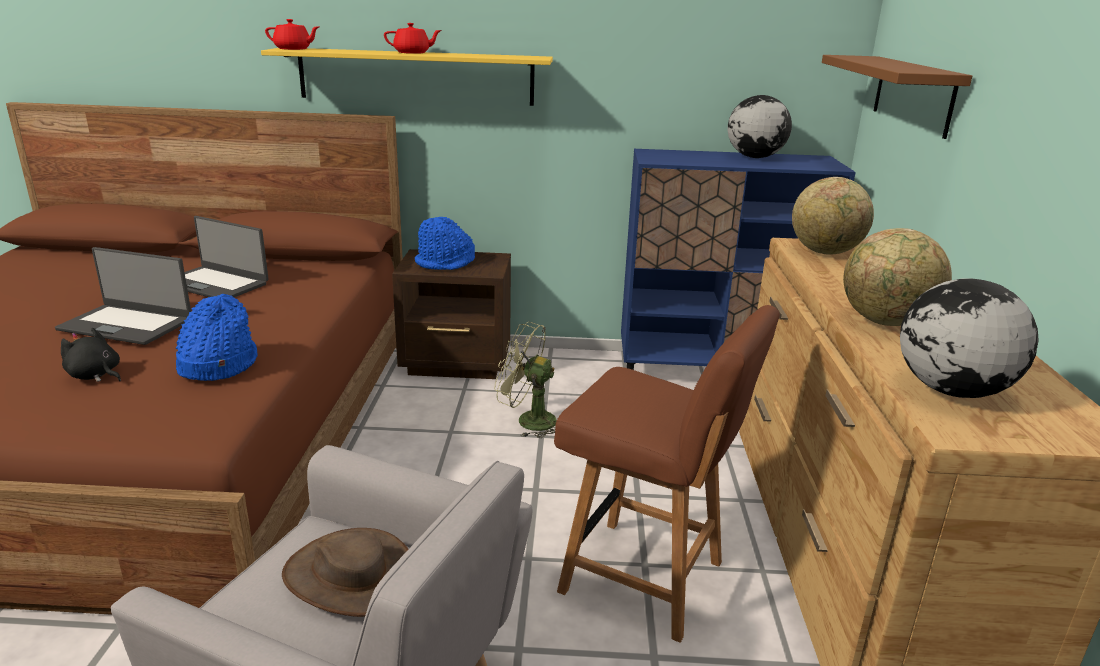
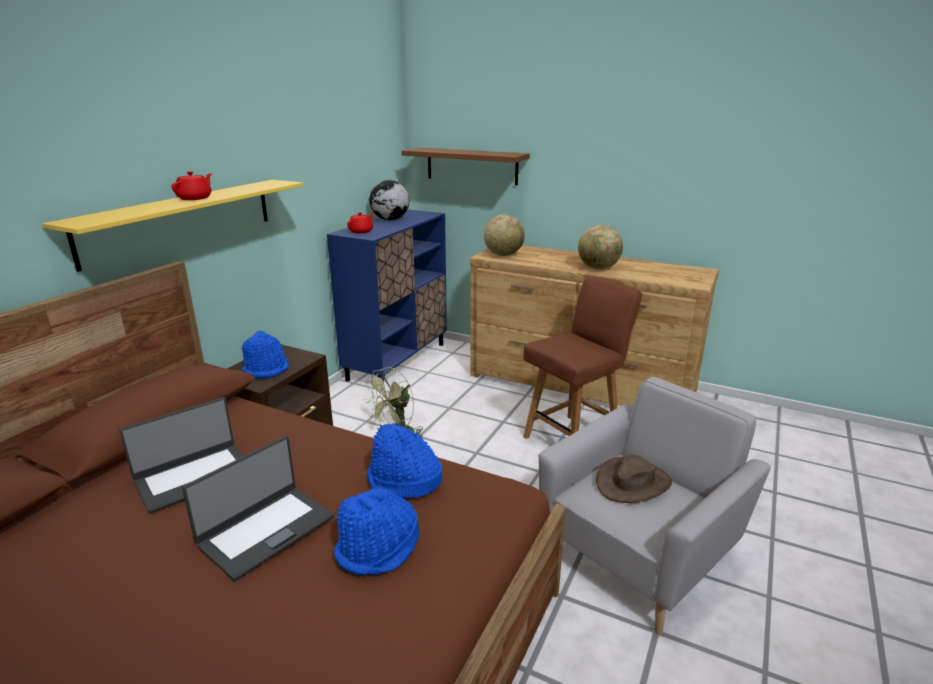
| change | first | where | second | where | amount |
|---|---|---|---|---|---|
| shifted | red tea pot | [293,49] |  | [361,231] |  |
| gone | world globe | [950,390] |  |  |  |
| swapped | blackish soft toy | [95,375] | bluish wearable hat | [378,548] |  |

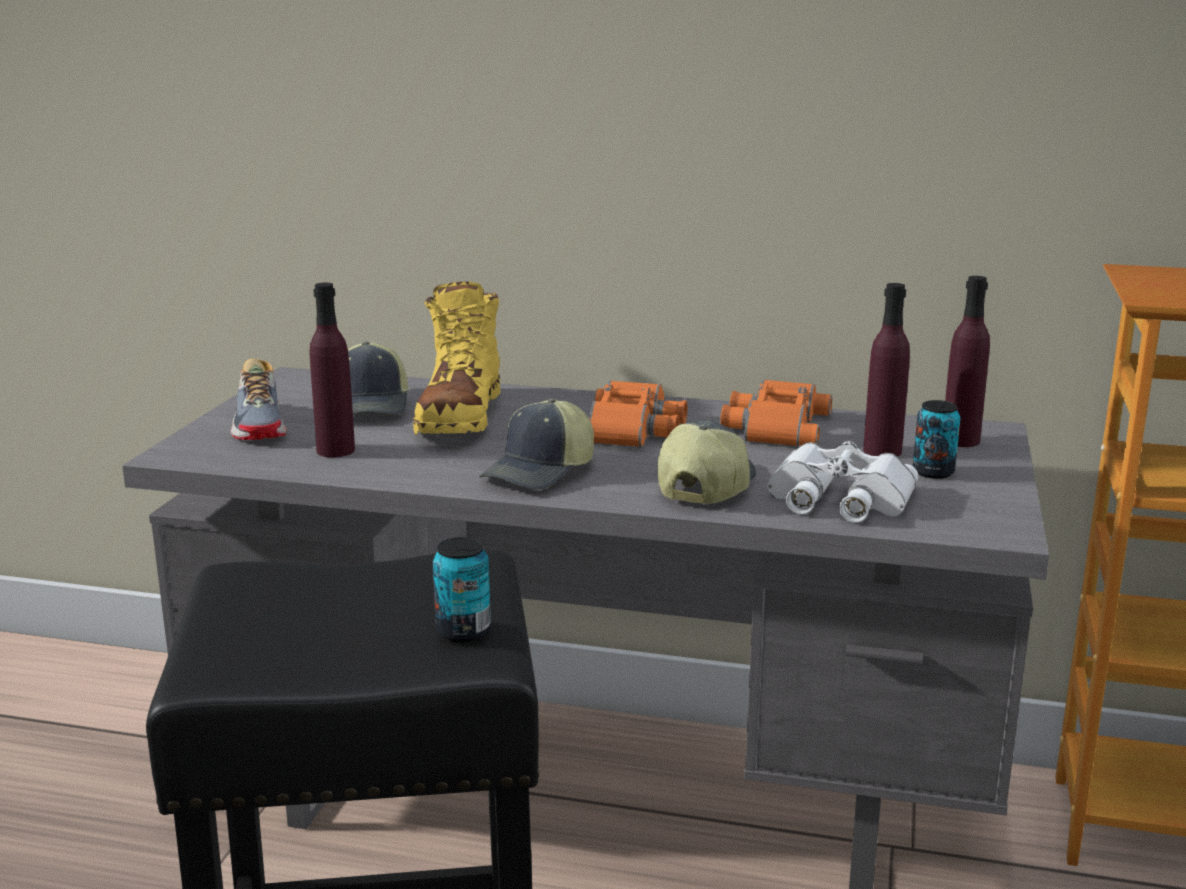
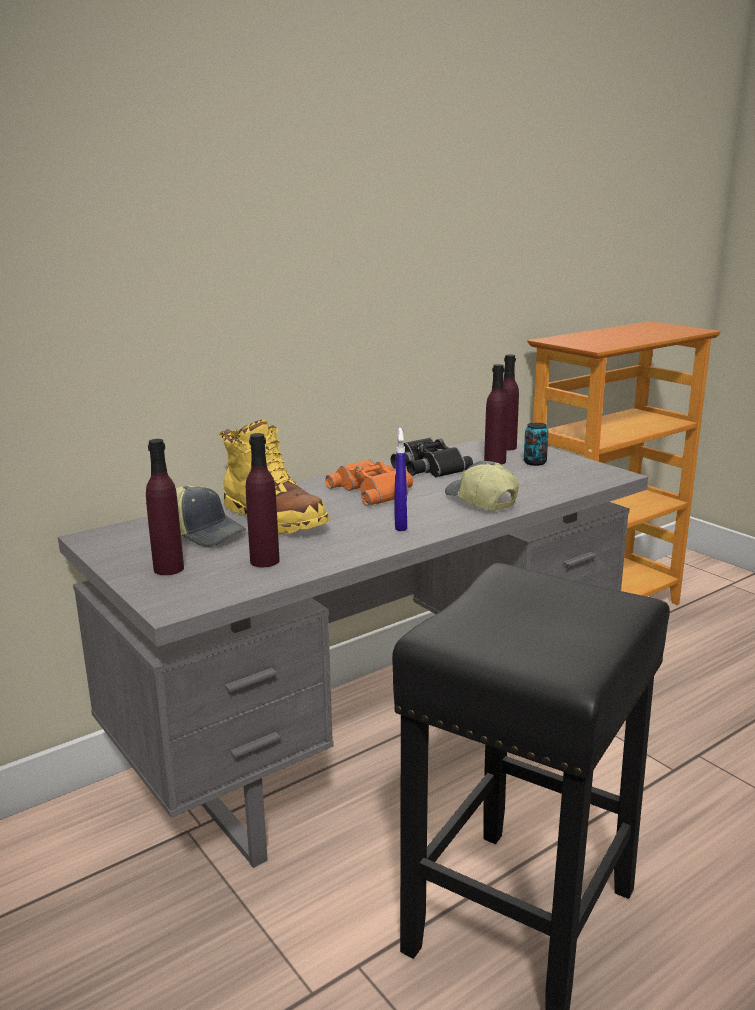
| change | first | where | second | where | amount |
|---|---|---|---|---|---|
| swapped | item of footwear | [261,424] | purplish bottle | [168,569] |  |
| repainted | orange-coloured field glasses | [774,426] | blackish field glasses | [426,467] |  |
| swapped | baseball cap | [541,472] | bluish sprayer | [400,525] |  |
| gone | white-coloured field glasses | [838,499] |  |  |  |
| gone | can | [463,631] |  |  |  |

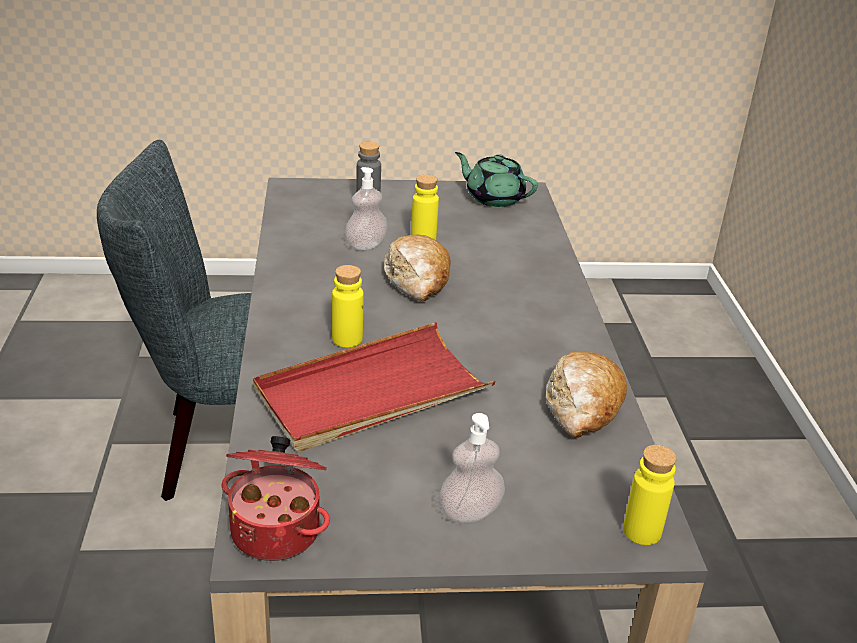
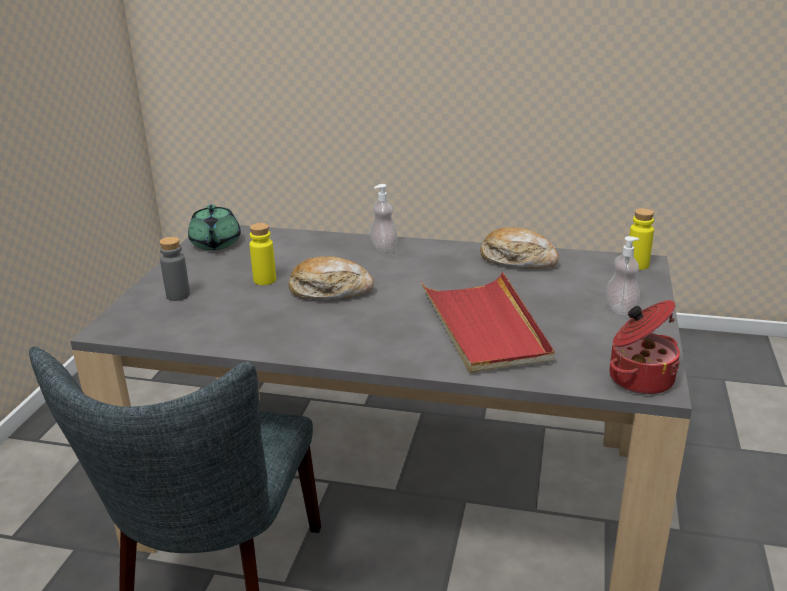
| change | first | where | second | where | amount |
|---|---|---|---|---|---|
| rotated | greenish tea pot | [493,198] |  | [215,244] | 60 degrees counterclockwise |
| shifted | soap bottle | [366,245] |  | [384,248] |  |
| gone | yellowish bottle | [347,339] |  |  |  |

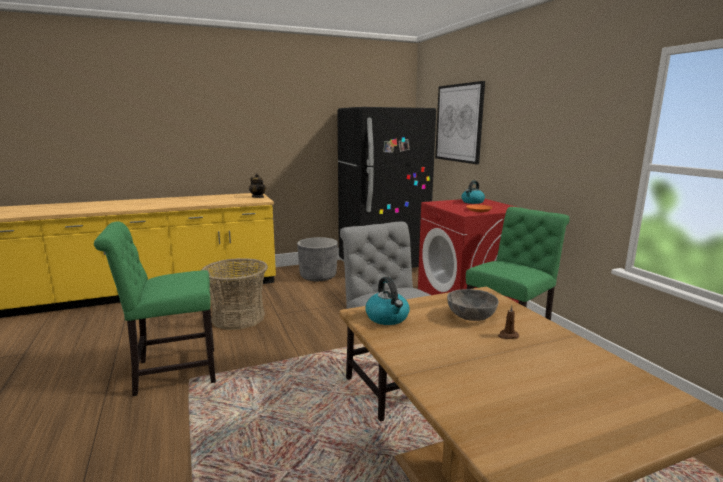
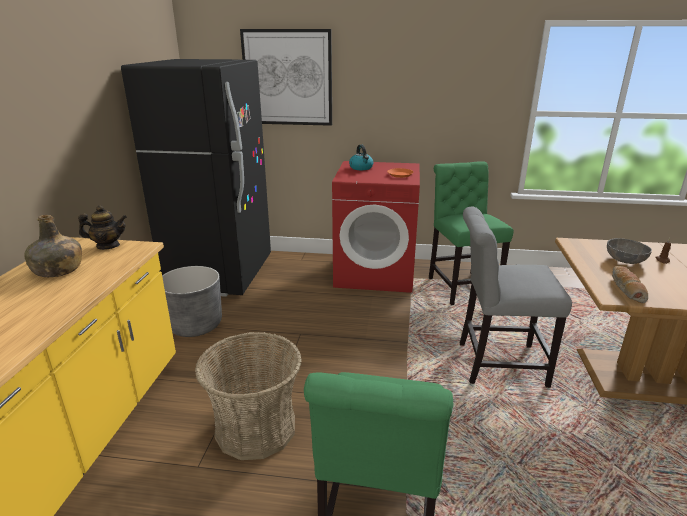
| change | first | where | second | where | amount |
|---|---|---|---|---|---|
| swapped | kettle | [387,318] | bread | [626,289] |  |
| new |  |  | greenish bottle | [58,270] |  |

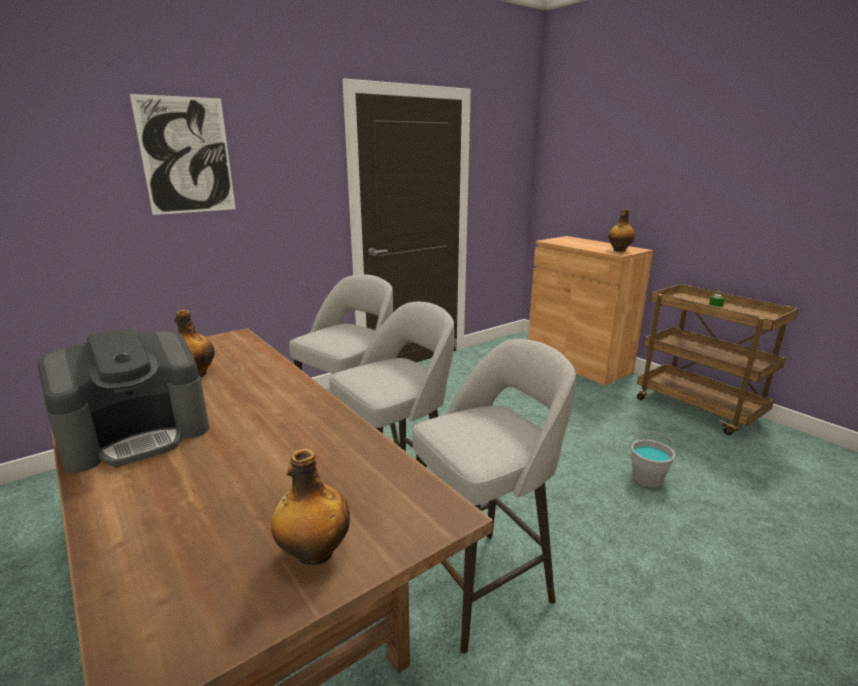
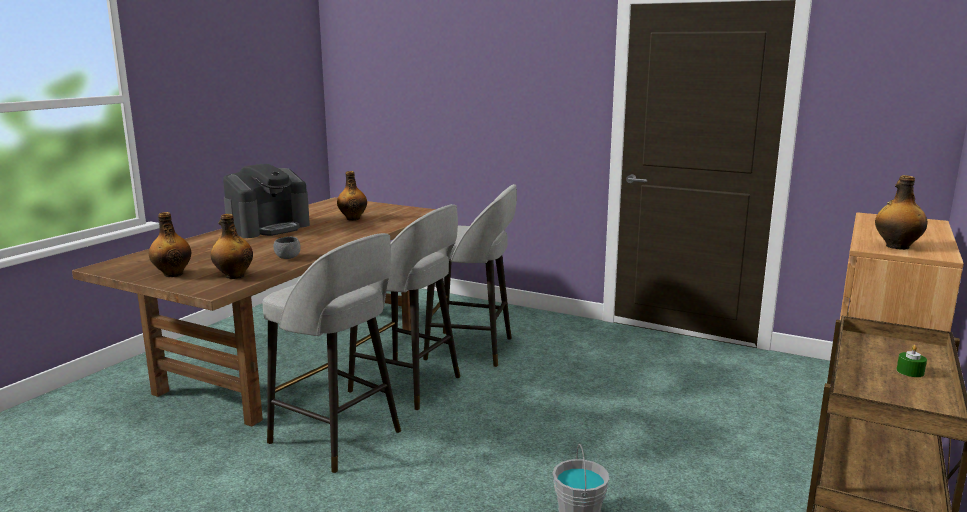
| change | first | where | second | where | amount |
|---|---|---|---|---|---|
| gone | picture | [186,156] |  |  |  |
| rotated | coffee machine | [138,435] |  | [268,228] | 75 degrees counterclockwise |
| new |  |  | bottle | [234,276] |  |
| new |  |  | grey bowl | [287,257] |  |

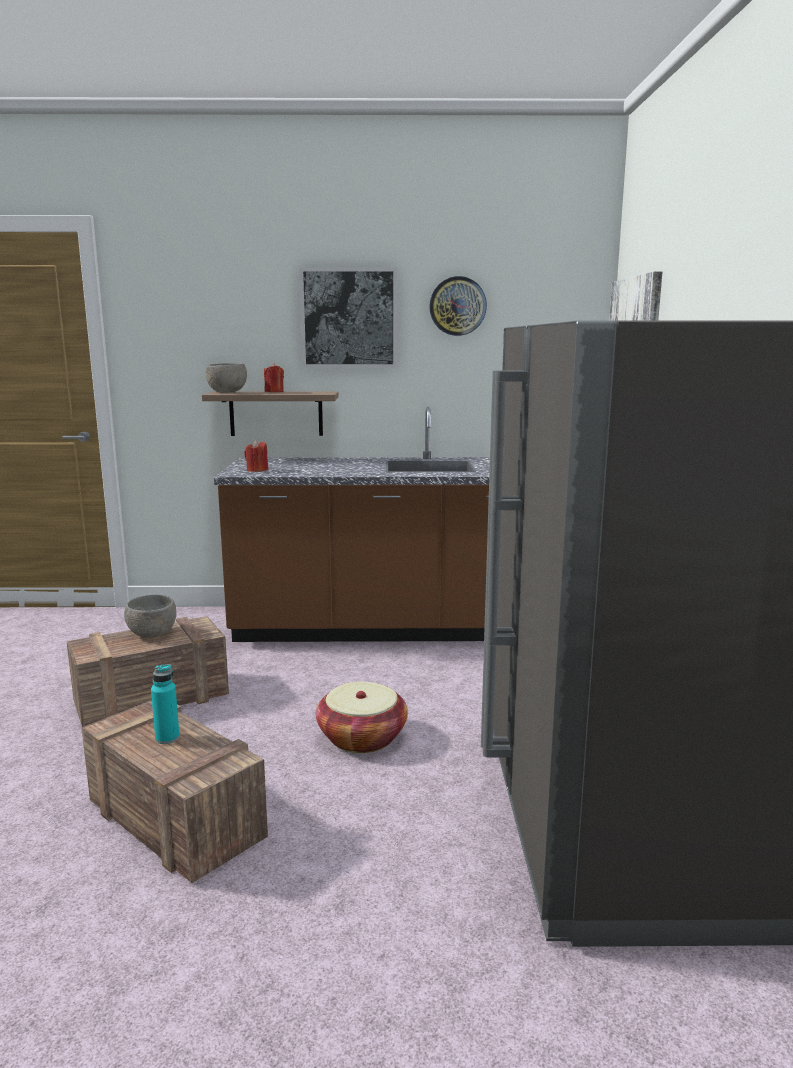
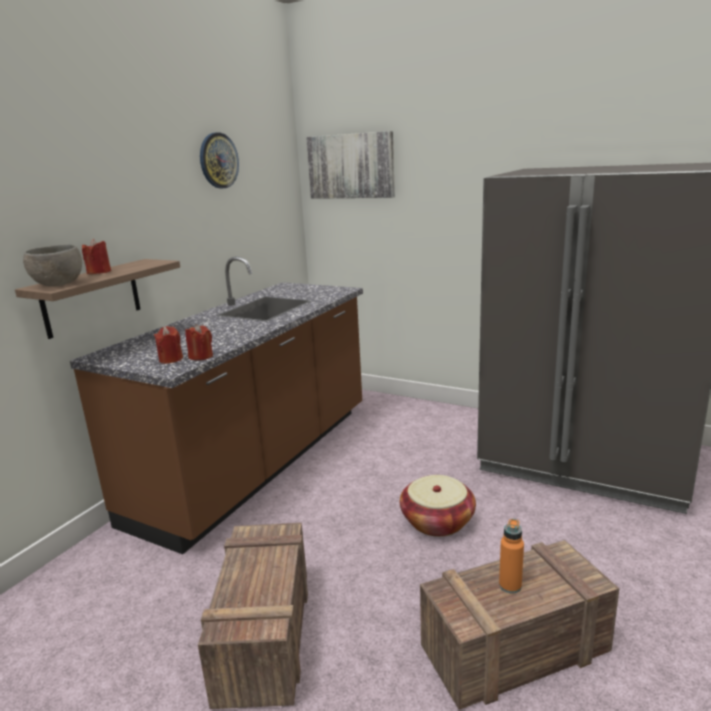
| change | first | where | second | where | amount |
|---|---|---|---|---|---|
| gone | picture | [349,318] |  |  |  |
| gone | grey bowl | [151,634] |  |  |  |
| repainted | turquoise bottle | [167,738] | orange-coloured bottle | [510,585] |  |
| new |  |  | red wax candle | [201,356] |  |

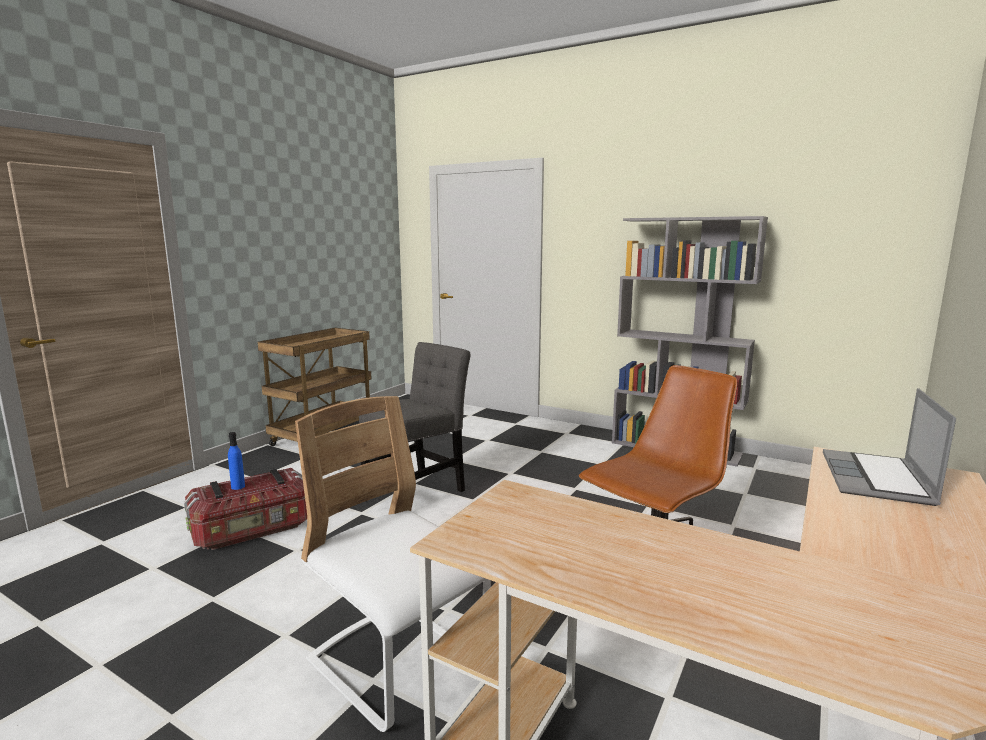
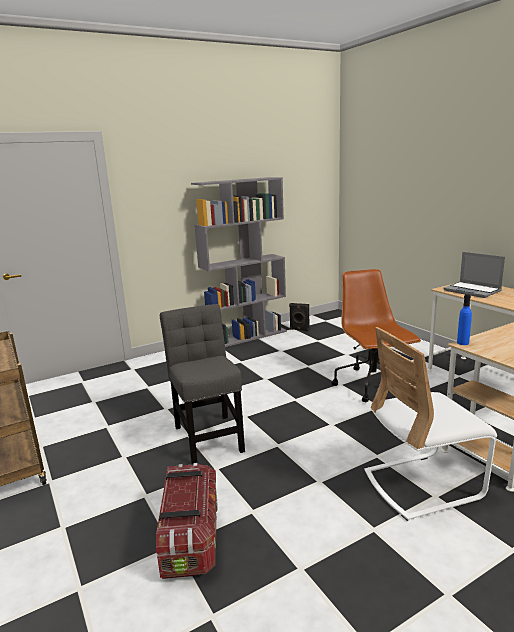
| change | first | where | second | where | amount |
|---|---|---|---|---|---|
| shifted | bluish bottle | [238,487] |  | [462,343] |  |
| new |  |  | blackish audio speaker | [299,329] |  |

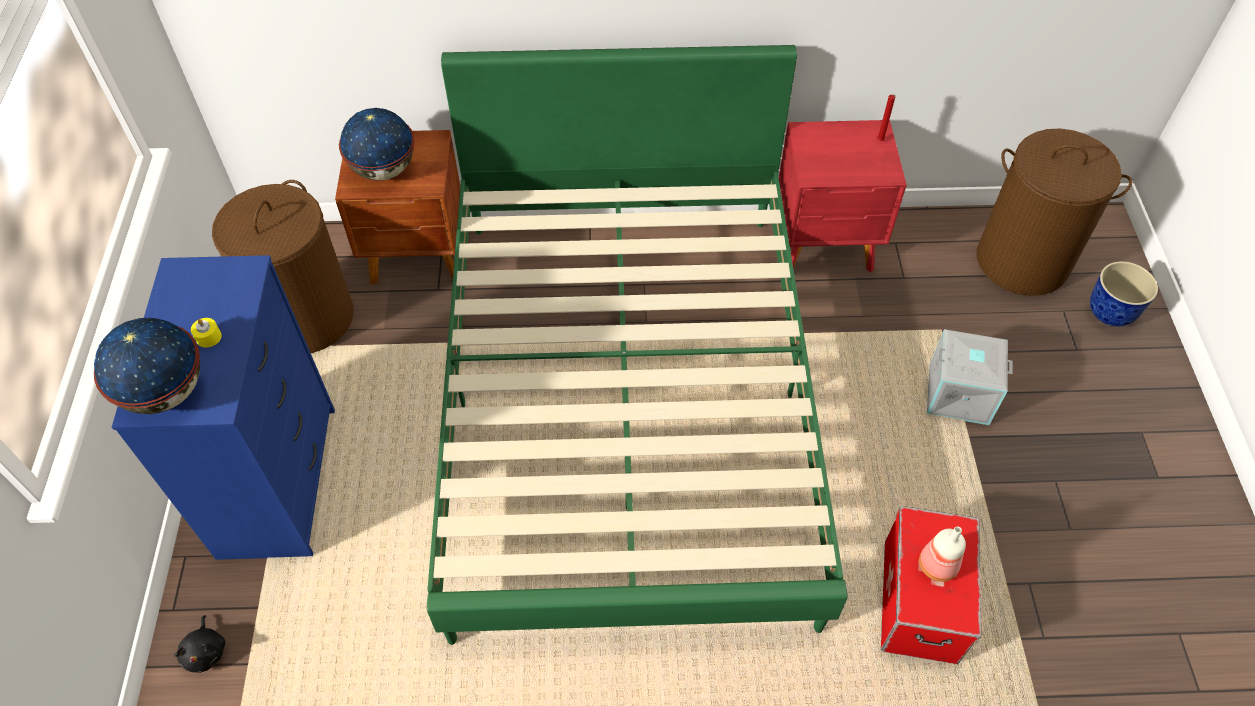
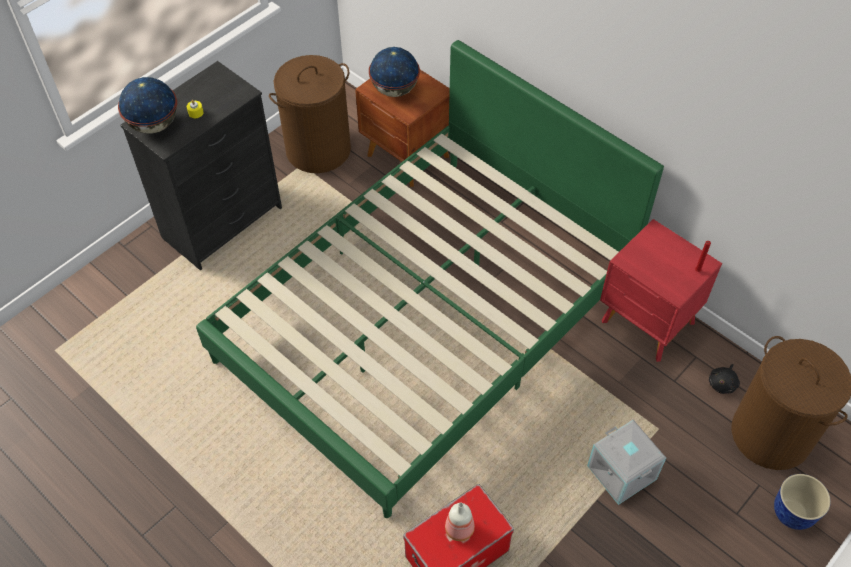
| change | first | where | second | where | amount |
|---|---|---|---|---|---|
| repainted | bluish drawer chest | [279,481] | blackish drawer chest | [223,223] |  |
| shifted | blackish soft toy | [206,651] |  | [722,383] |  |

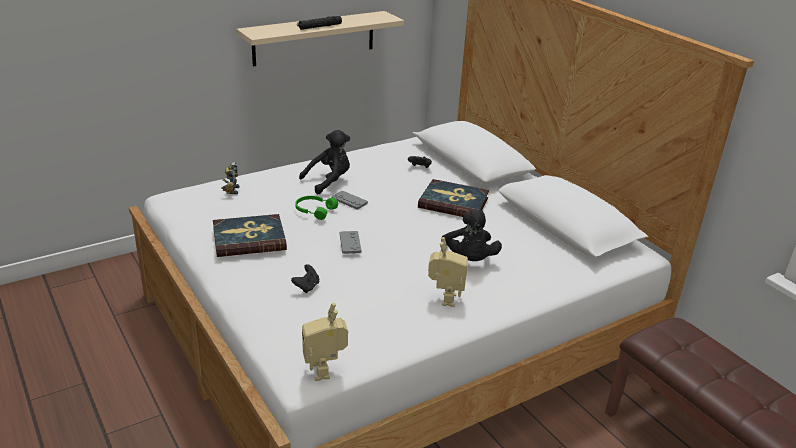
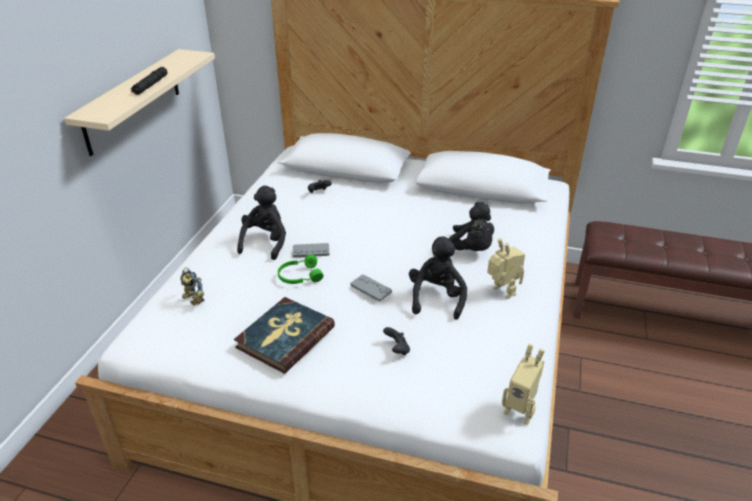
| change | first | where | second | where | amount |
|---|---|---|---|---|---|
| gone | volume | [453,202] |  |  |  |
| new |  |  | blackish soft toy | [436,298] |  |

